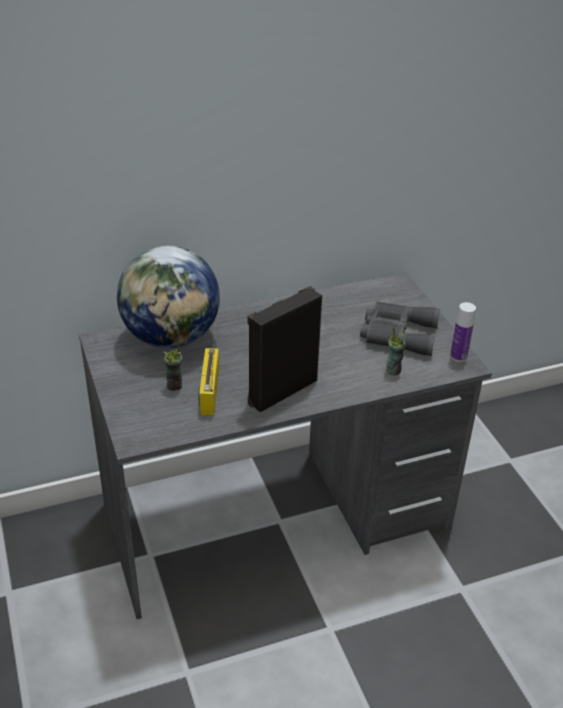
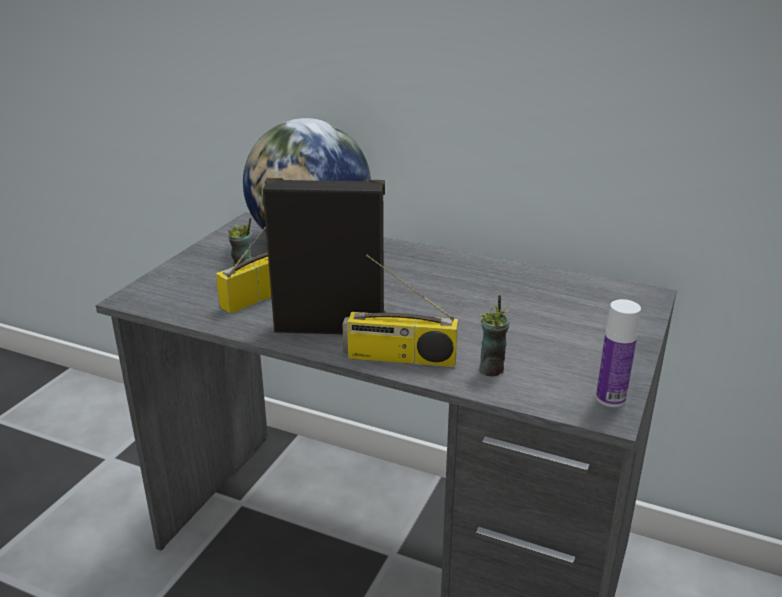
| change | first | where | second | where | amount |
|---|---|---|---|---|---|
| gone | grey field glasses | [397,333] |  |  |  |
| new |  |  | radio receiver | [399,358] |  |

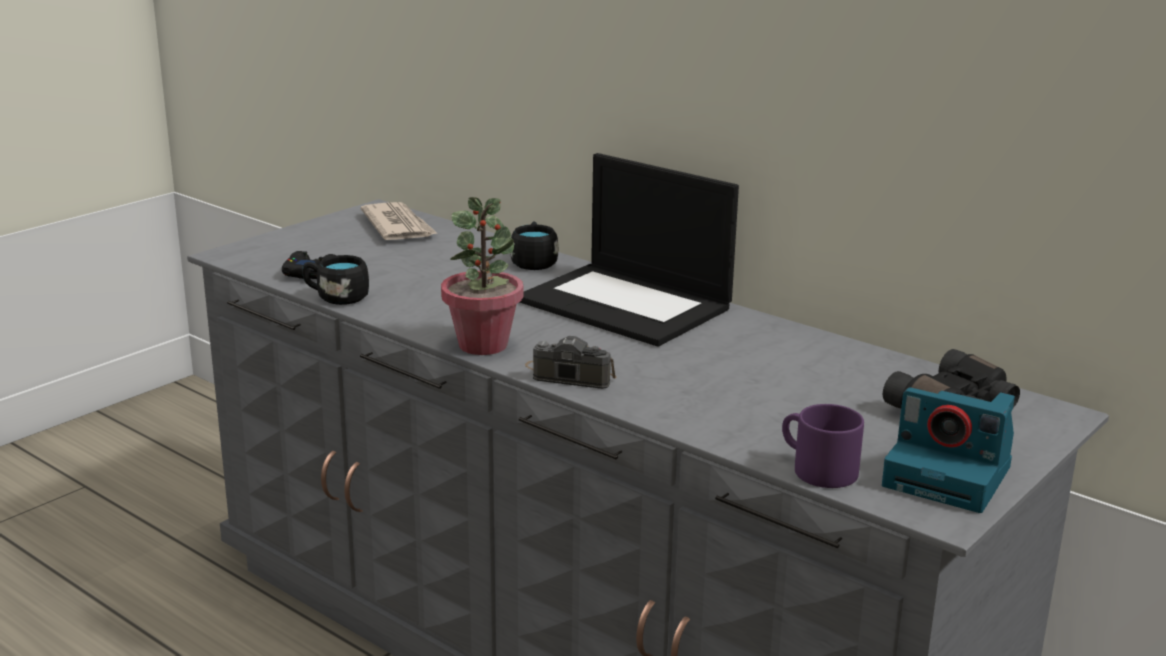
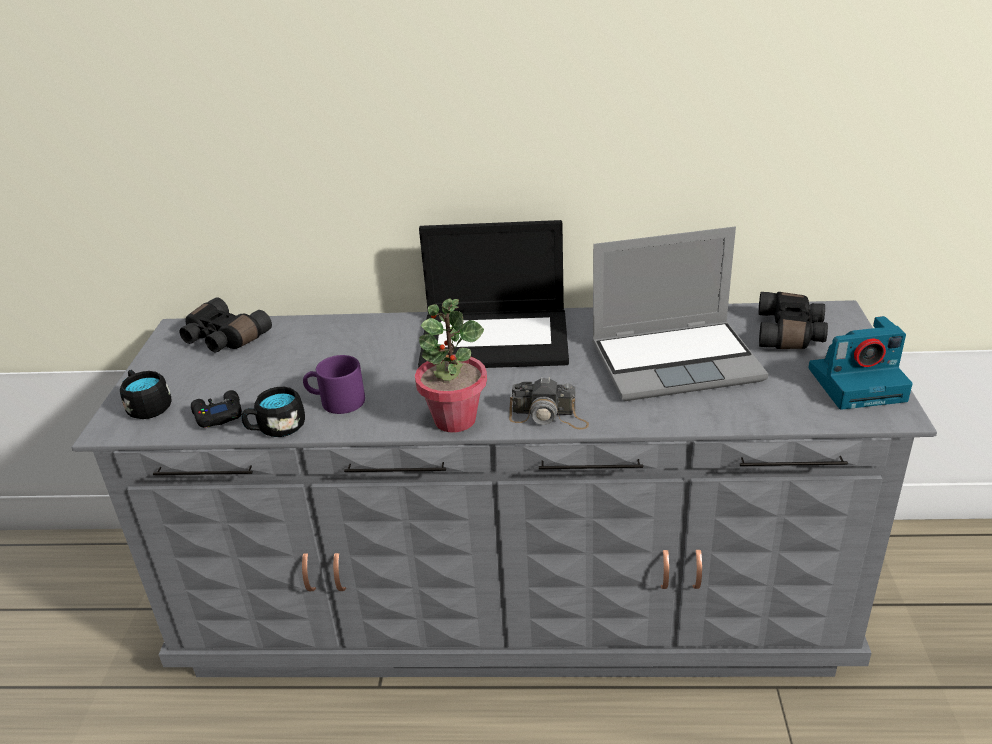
| change | first | where | second | where | amount |
|---|---|---|---|---|---|
| swapped | printed paper | [398,226] | blackish field glasses | [223,339] |  |
| shifted | blackish mug | [534,261] |  | [147,406] |  |
| rotated | photo camera | [567,375] |  | [549,417] | 150 degrees counterclockwise |
| shifted | purplish mug | [815,469] |  | [335,402] |  |
| new |  |  | portable computer | [677,361] |  |

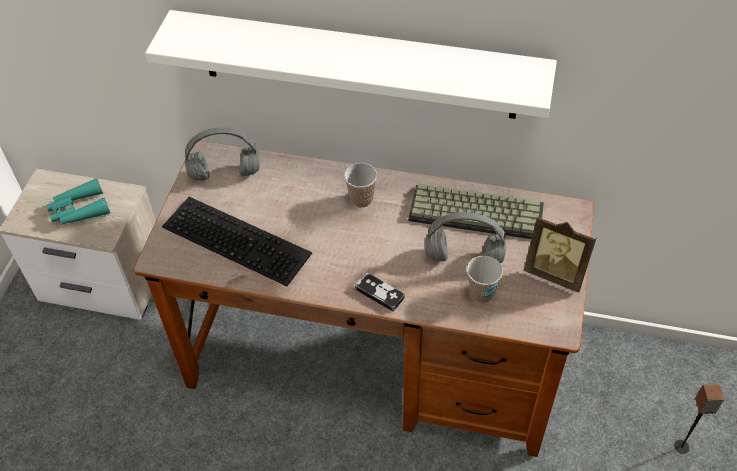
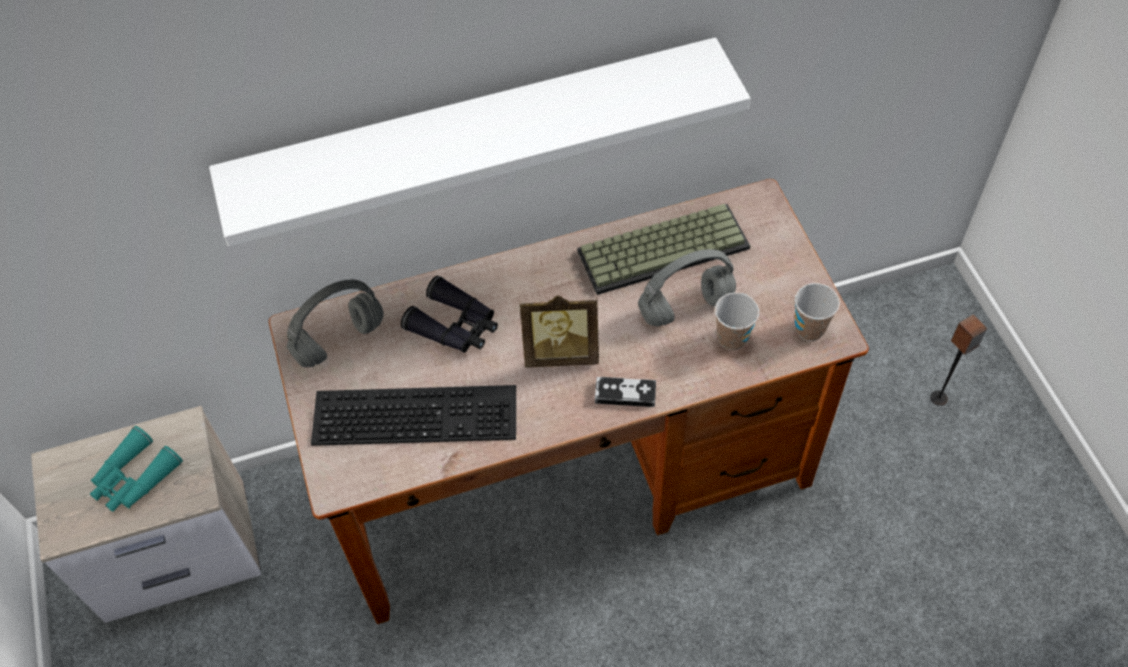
| change | first | where | second | where | amount |
|---|---|---|---|---|---|
| shifted | small cup | [361,199] |  | [809,329] |  |
| shifted | photo frame | [555,273] |  | [561,353] |  |
| new |  |  | blackish field glasses | [455,326] |  |

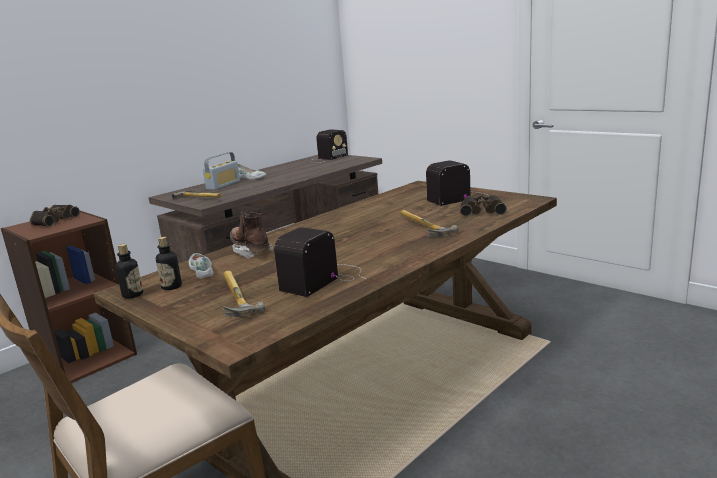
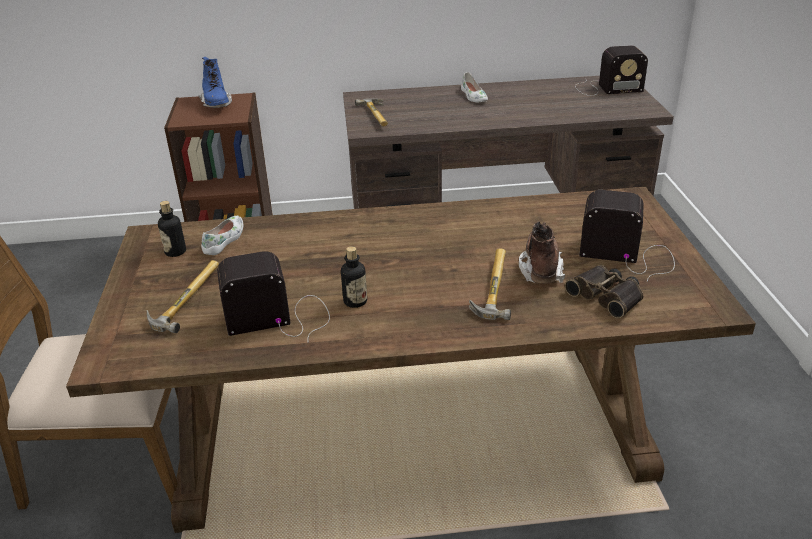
| change | first | where | second | where | amount |
|---|---|---|---|---|---|
| gone | radio receiver | [223,185] |  |  |  |
| swapped | field glasses | [53,221] | bluish boot | [216,104] |  |
| shifted | brownish boot | [250,251] |  | [540,268] |  |
| shifted | bottle | [133,295] |  | [355,301] |  |

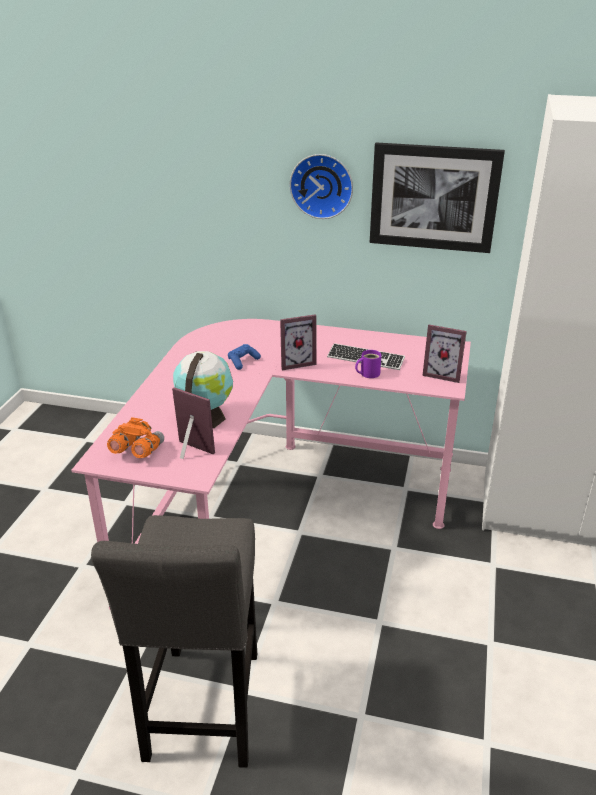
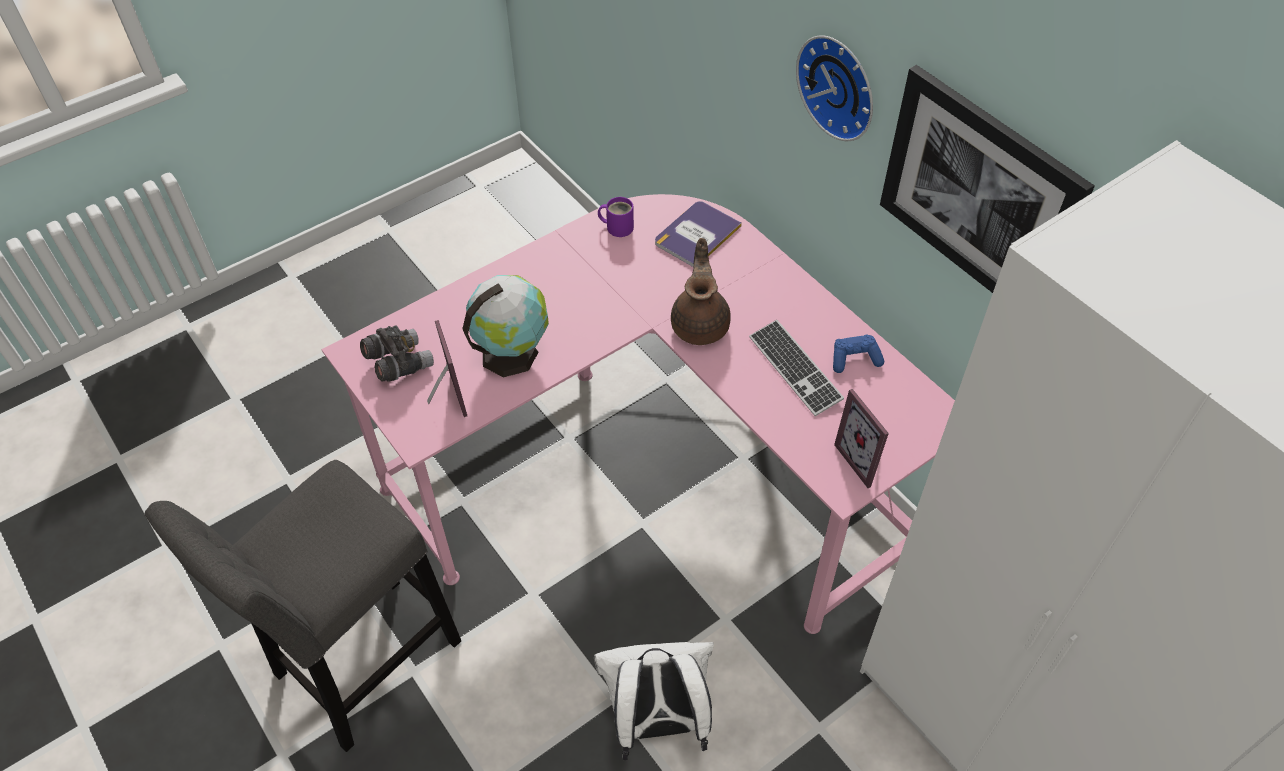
| change | first | where | second | where | amount |
|---|---|---|---|---|---|
| swapped | photo frame | [296,362] | brownish tea pot | [701,324] |  |
| shifted | bluish game controller | [243,362] |  | [854,359] |  |
| shifted | purplish mug | [368,373] |  | [617,226] |  |
| repainted | orange-coloured field glasses | [137,451] | grey field glasses | [398,363] |  |
| new |  |  | volume | [697,235] |  |
| new |  |  | white-coloured backpack | [657,722] |  |

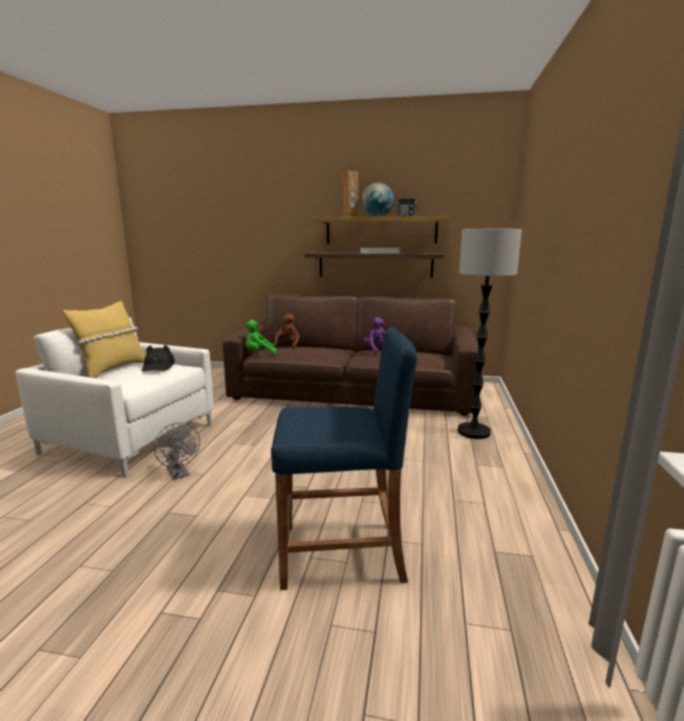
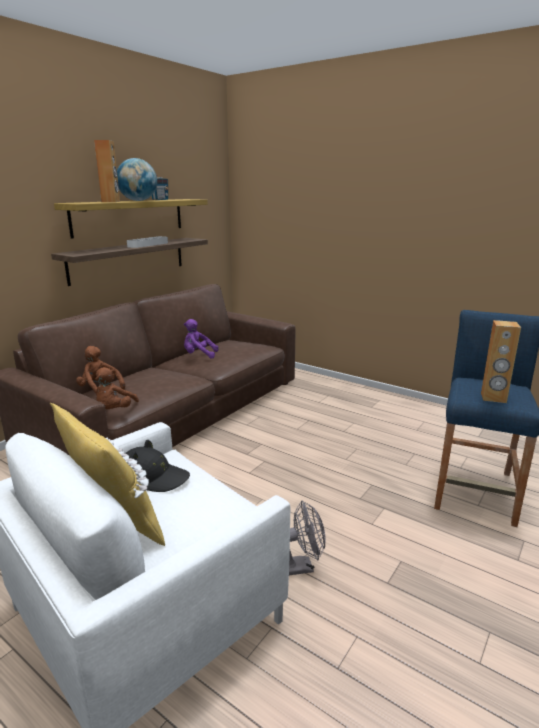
| change | first | where | second | where | amount |
|---|---|---|---|---|---|
| gone | floor lamp | [474,432] |  |  |  |
| repainted | greenish soft toy | [259,353] | brownish soft toy | [114,410] |  |
| new |  |  | brownish audio speaker | [493,398] |  |

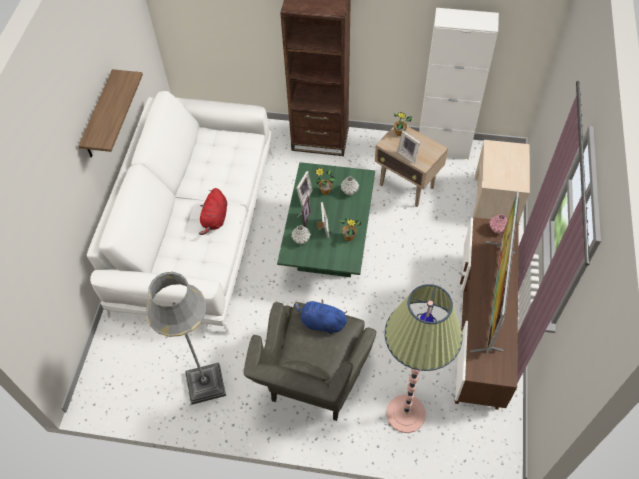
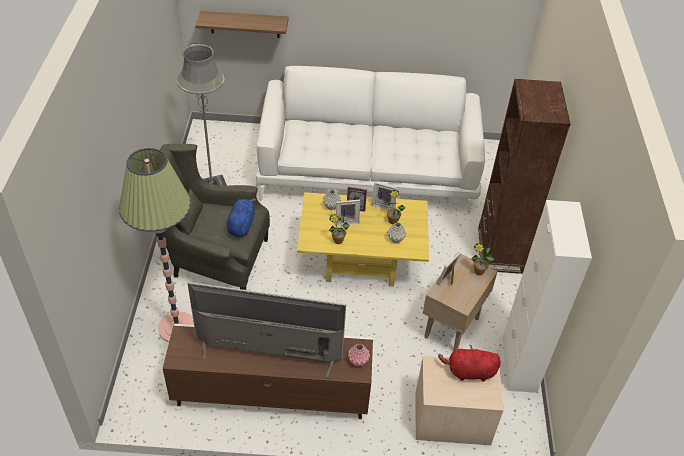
| change | first | where | second | where | amount |
|---|---|---|---|---|---|
| shifted | wall shelf | [99,116] |  | [245,24] |  |
| repainted | greenish lounge table | [328,246] | yellowish lounge table | [361,263] |  |
| shifted | red soft toy | [215,219] |  | [469,372] |  |

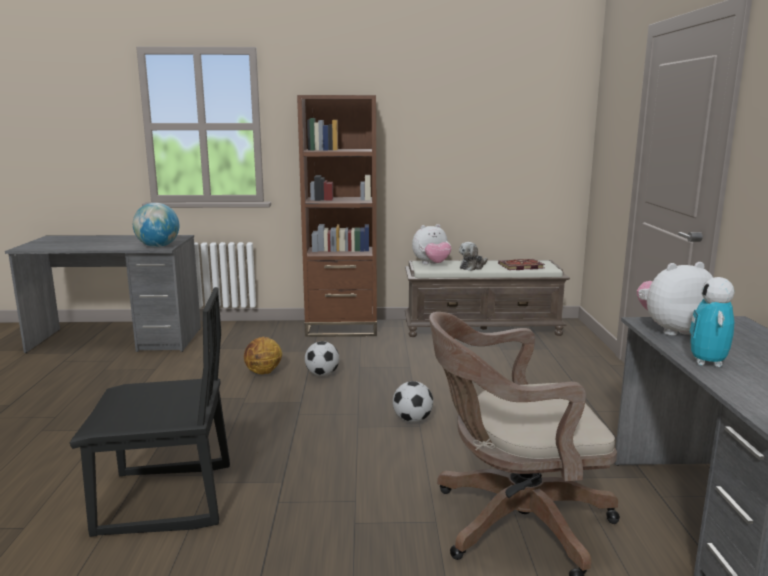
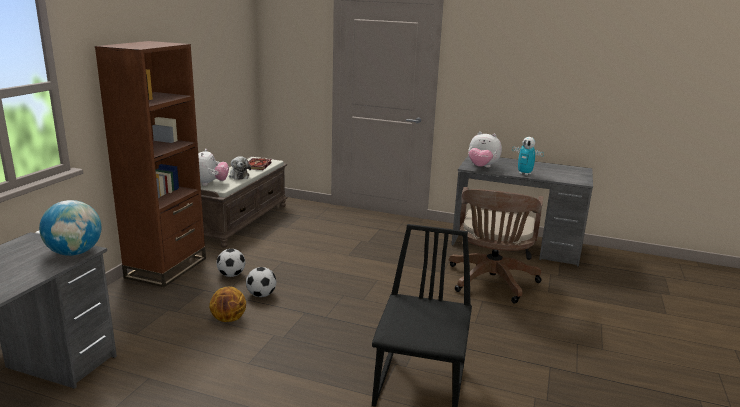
| change | first | where | second | where | amount |
|---|---|---|---|---|---|
| rotated | soft toy | [671,330] |  | [482,167] | 75 degrees counterclockwise |
| shifted | ball for football | [412,420] |  | [231,275] |  |

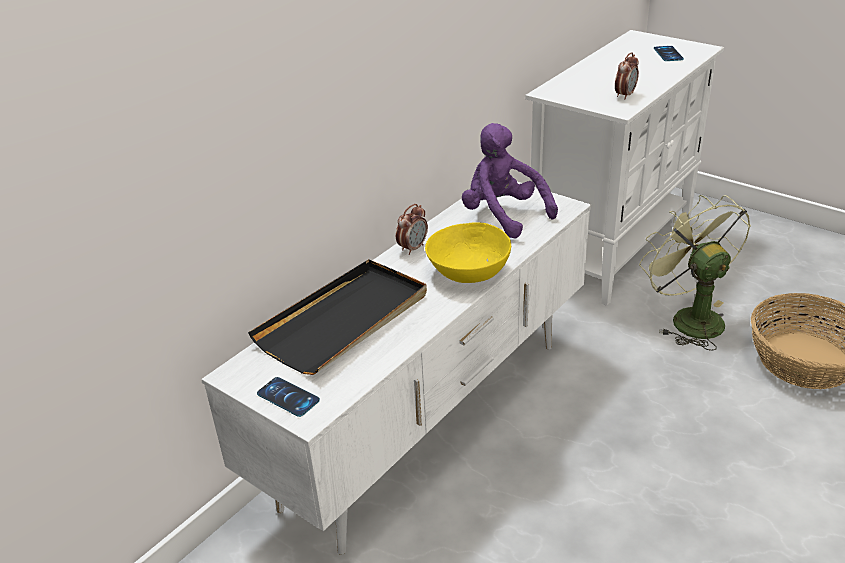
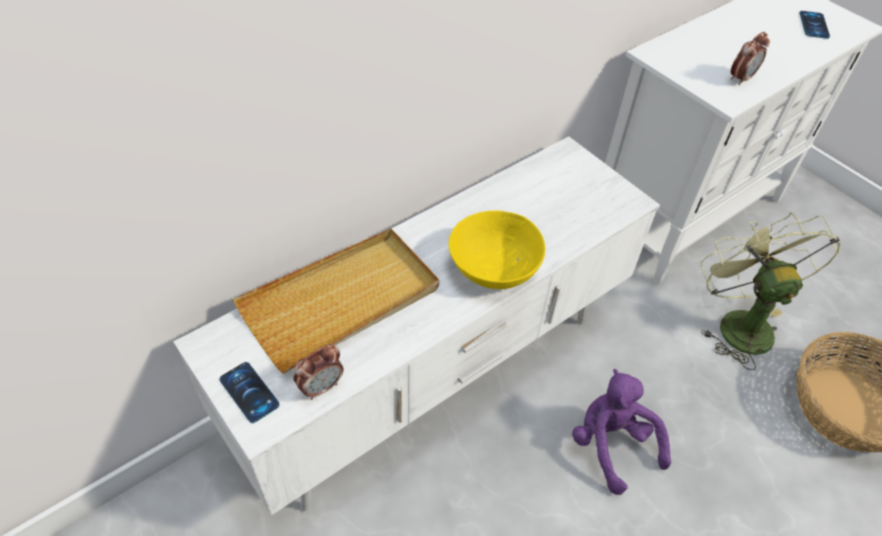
| change | first | where | second | where | amount |
|---|---|---|---|---|---|
| shifted | purplish soft toy | [503,215] |  | [612,445] |  |
| shifted | bedside clock | [412,248] |  | [321,387] |  |
| repainted | blackish serving tray | [344,320] | beige serving tray | [341,301] |  |

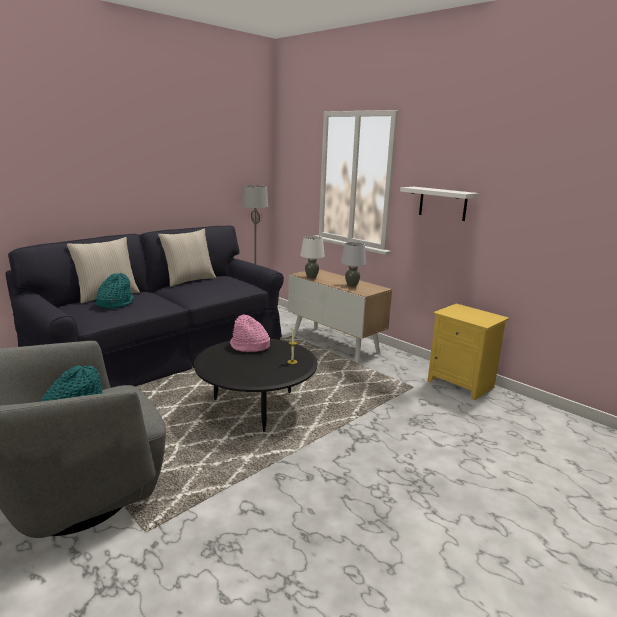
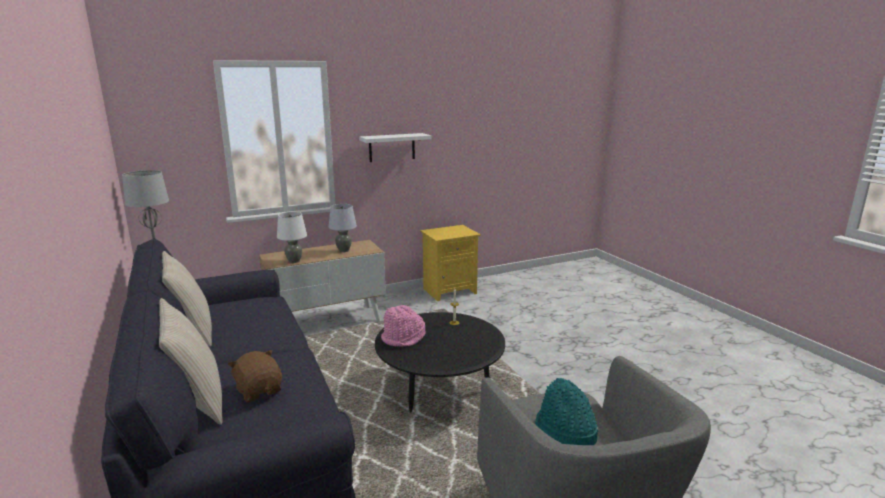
| change | first | where | second | where | amount |
|---|---|---|---|---|---|
| swapped | turquoise wearable hat | [115,303] | brownish soft toy | [259,391] |  |

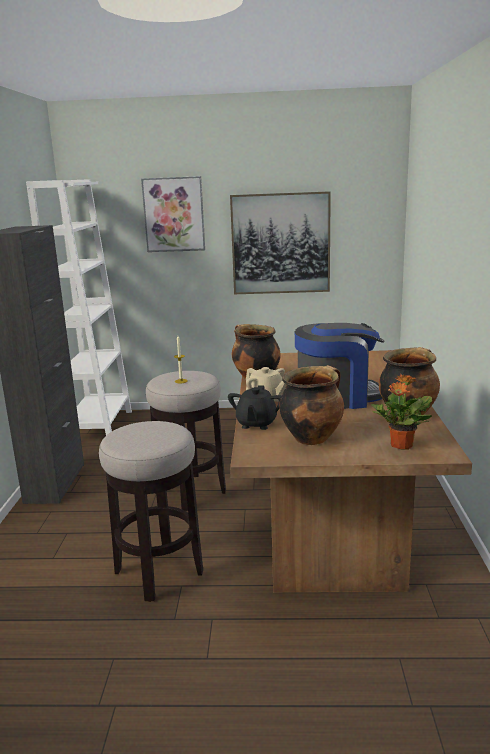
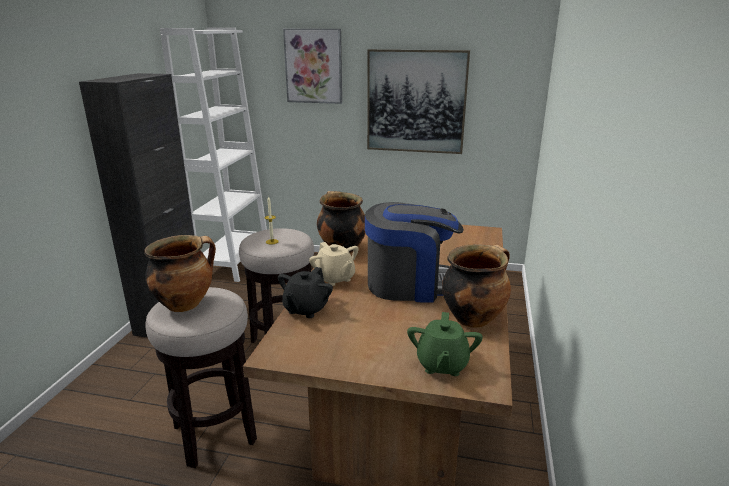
| change | first | where | second | where | amount |
|---|---|---|---|---|---|
| shifted | saucepot | [312,438] |  | [185,303] |  |
| swapped | houseplant | [401,446] | greenish tea pot | [442,364] |  |

